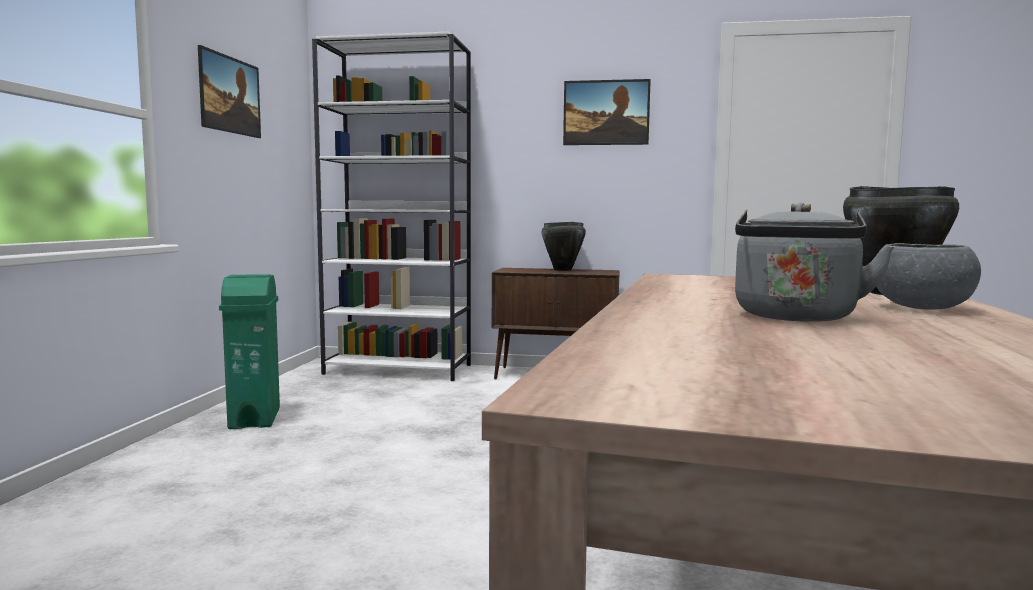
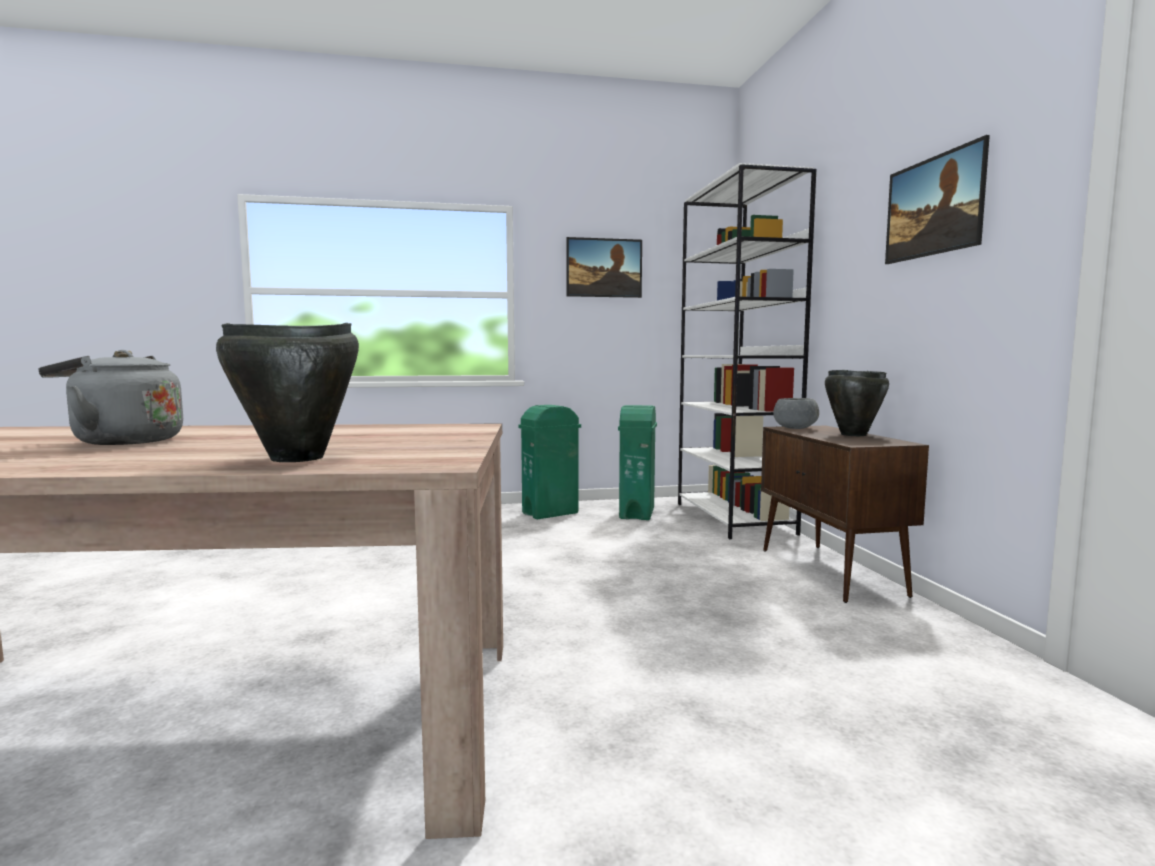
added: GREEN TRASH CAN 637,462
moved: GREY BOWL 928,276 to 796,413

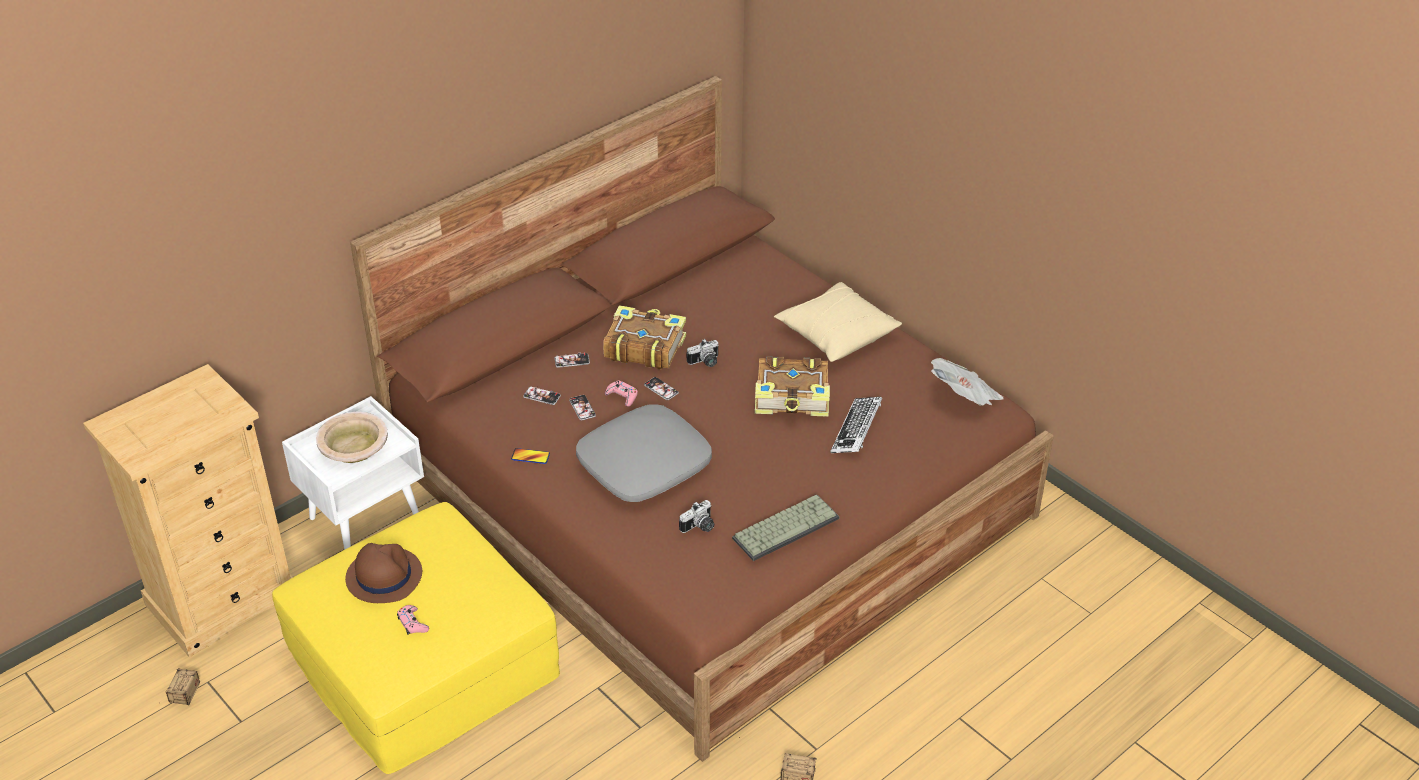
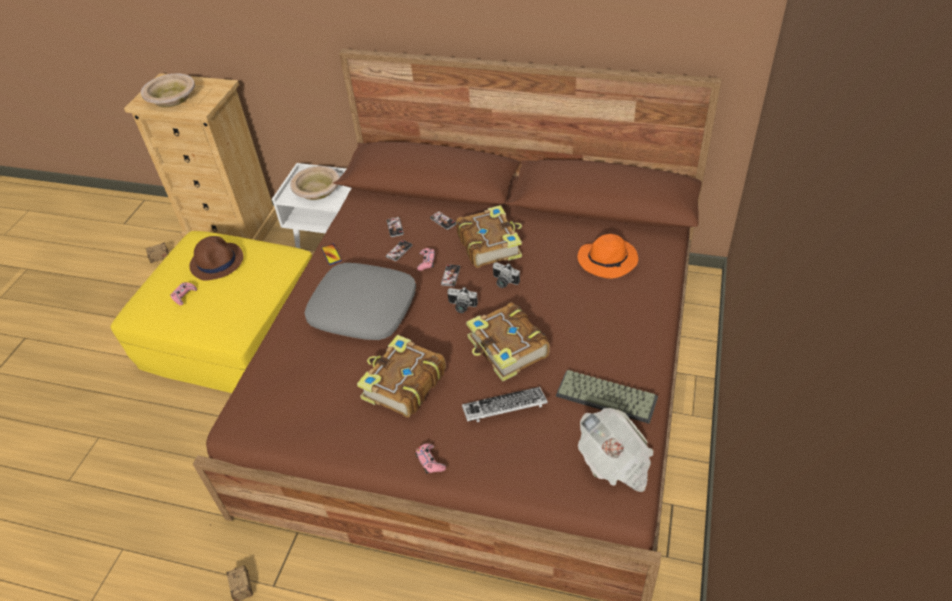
removed: BEIGE PILLOW 838,322
added: BEIGE BOWL 168,90; BOOK 401,376; PINK GAME CONTROLLER 431,458; ORANGE HAT 608,256
moved: PHOTO CAMERA 696,516 to 462,300; KEYBOARD 786,528 to 607,397

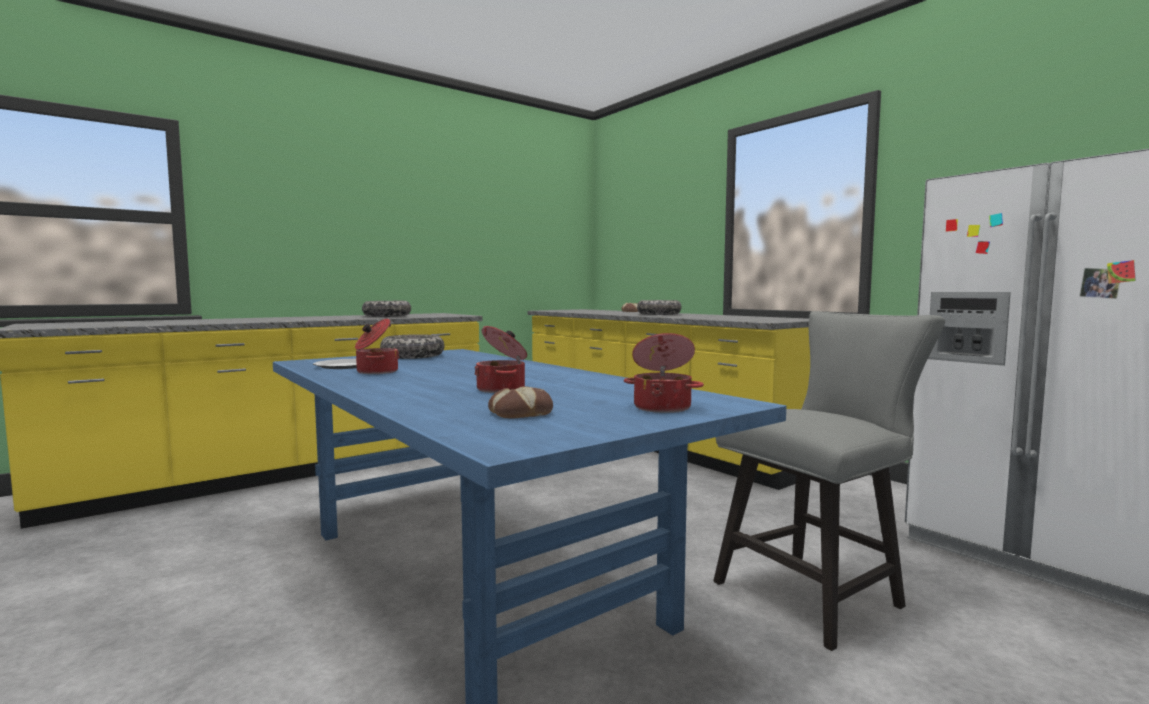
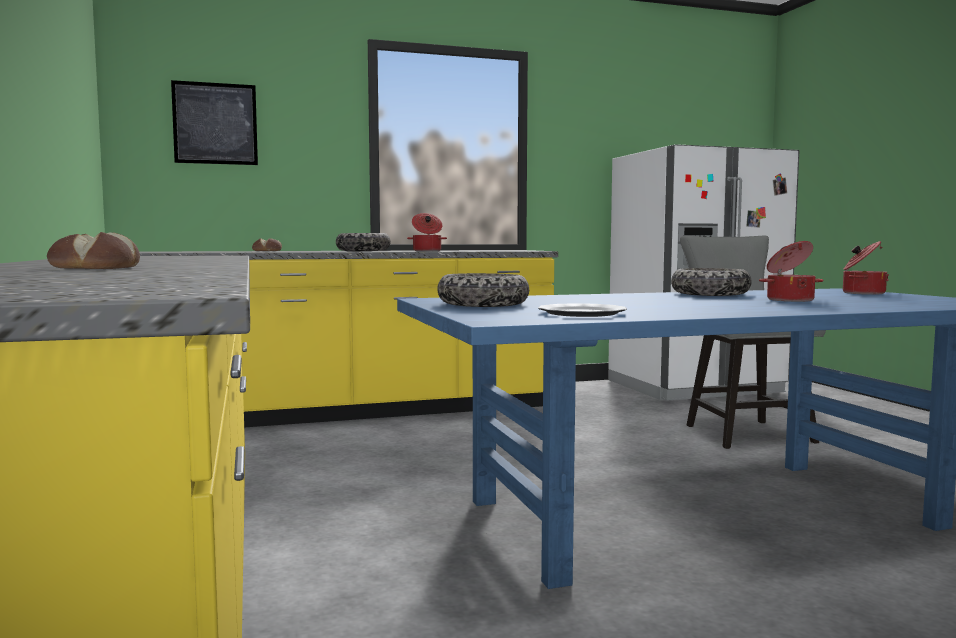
added: PICTURE 214,122
moved: COOKING POT 377,346 to 427,232; BOWL 386,309 to 711,282; BREAD 520,402 to 93,250

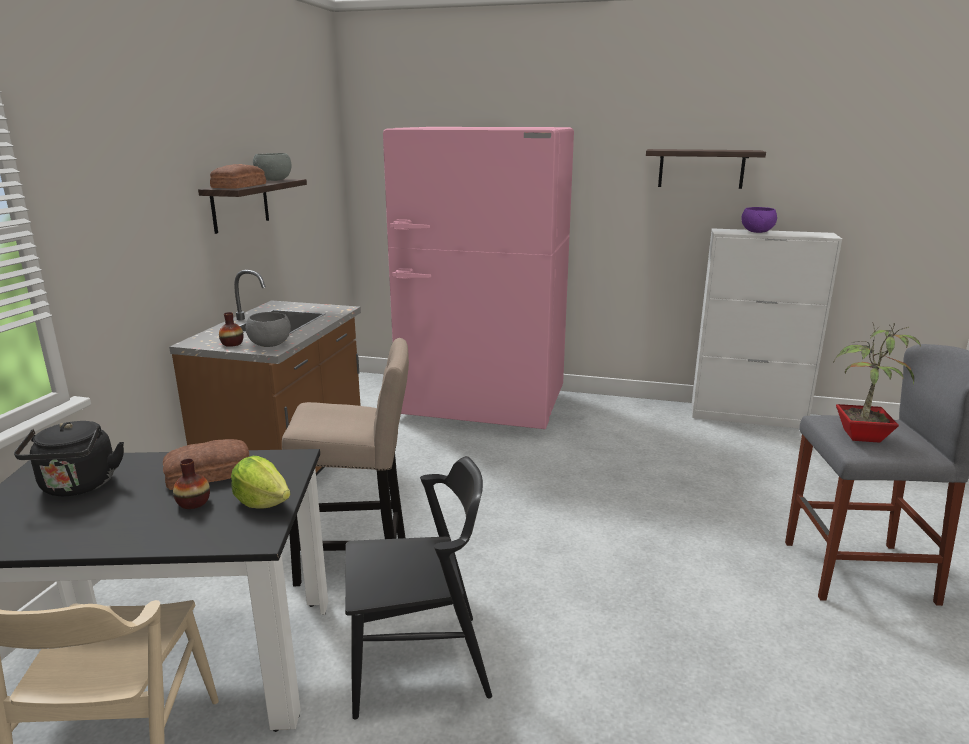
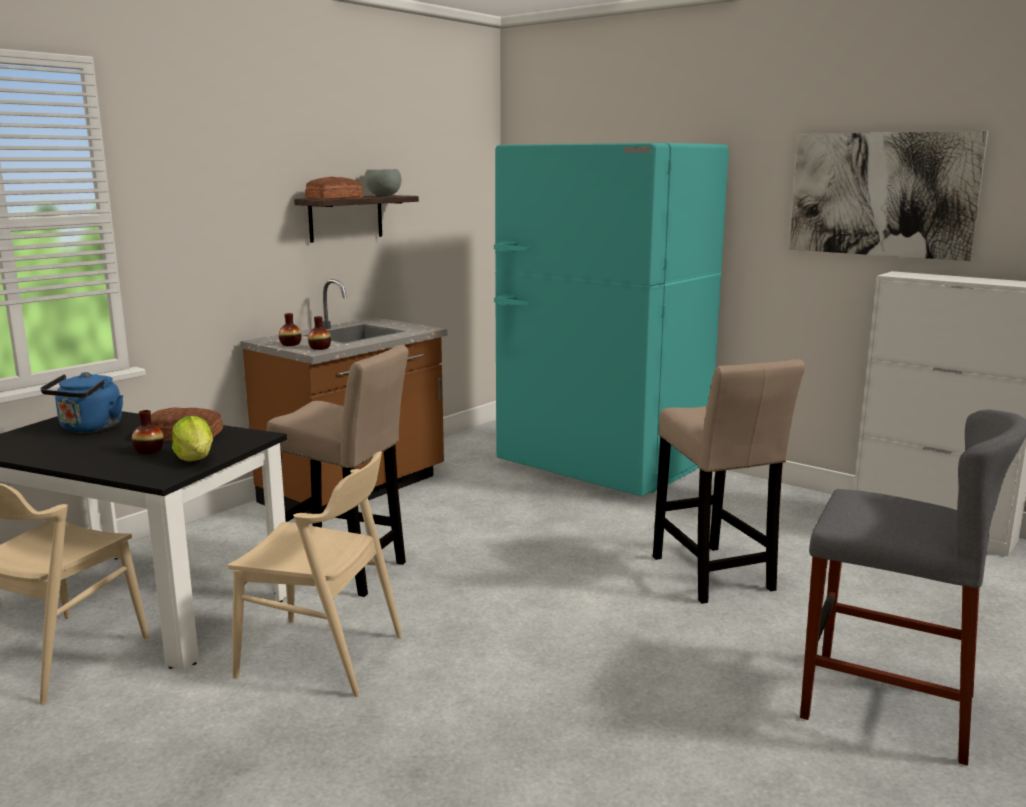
removed: PURPLE BOWL 759,220; POTTED PLANT 877,382
added: BEIGE STOOL 729,481
replaced: GREY BOWL 268,329 to VASE 319,333; SHELF 706,169 to PICTURE 888,196
recoloured: BLACK KETTLE 69,458 to BLUE KETTLE 81,402; BLACK CHAIR 418,588 to BEIGE CHAIR 315,574; PINK FRIDGE 478,278 to TURQUOISE FRIDGE 611,319

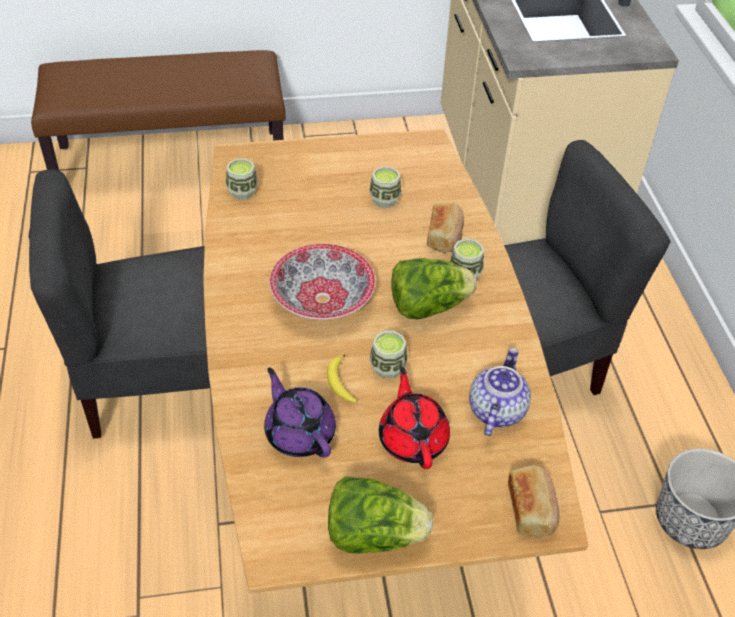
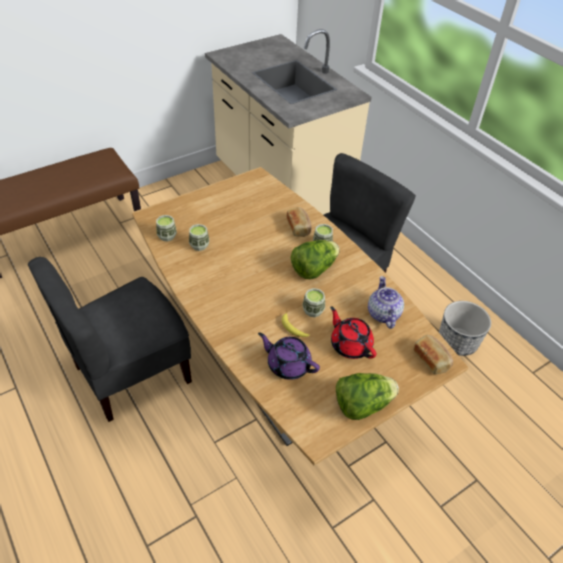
removed: BOWL 322,282
moved: CUP 385,187 to 199,237

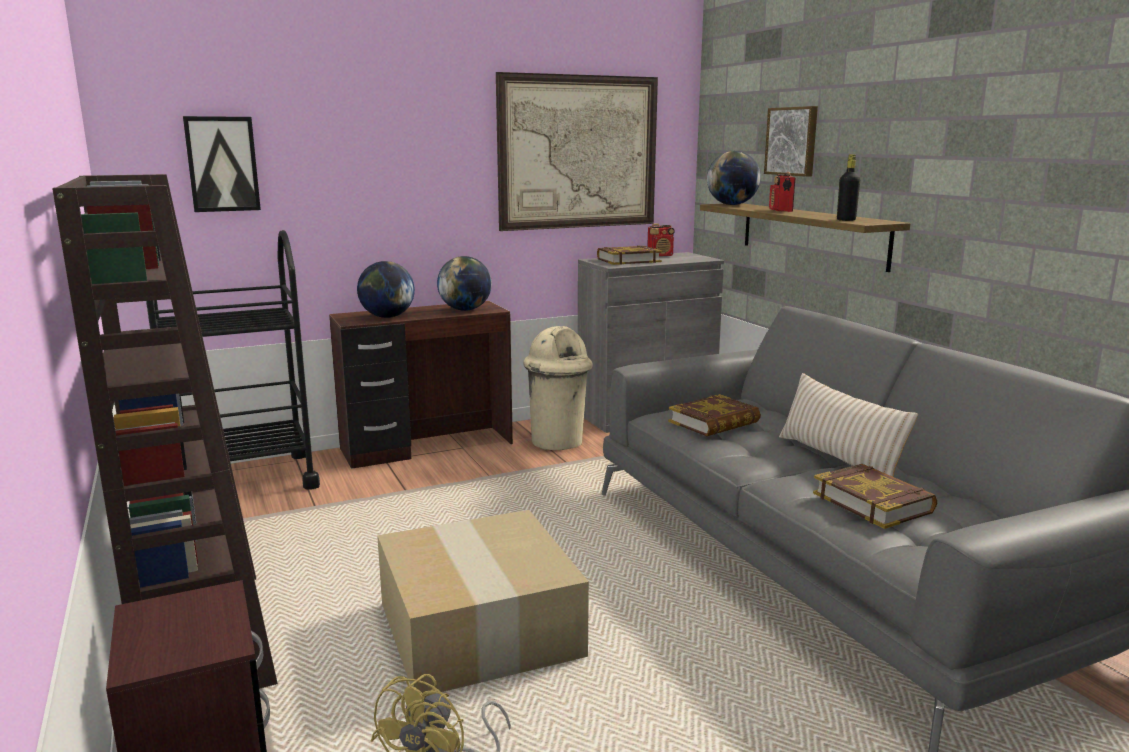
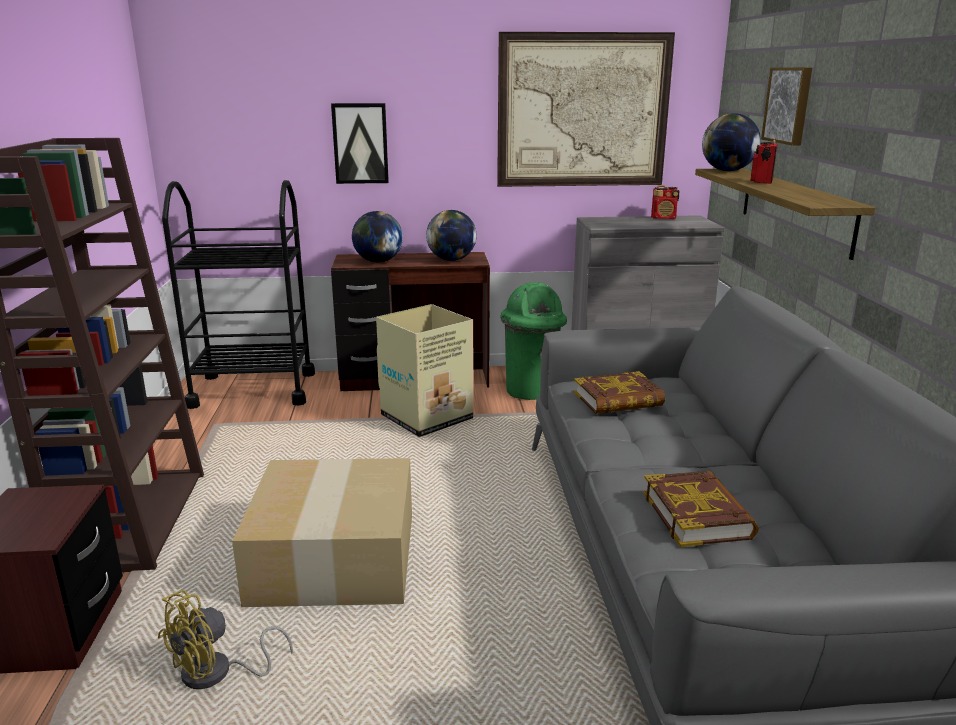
removed: BOOK 629,255; BEIGE PILLOW 848,425; BLACK BOTTLE 848,187
added: CARDBOARD BOX 424,370
moved: PICTURE 222,164 to 360,143
recoloured: BEIGE TRASH CAN 558,388 to GREEN TRASH CAN 534,341

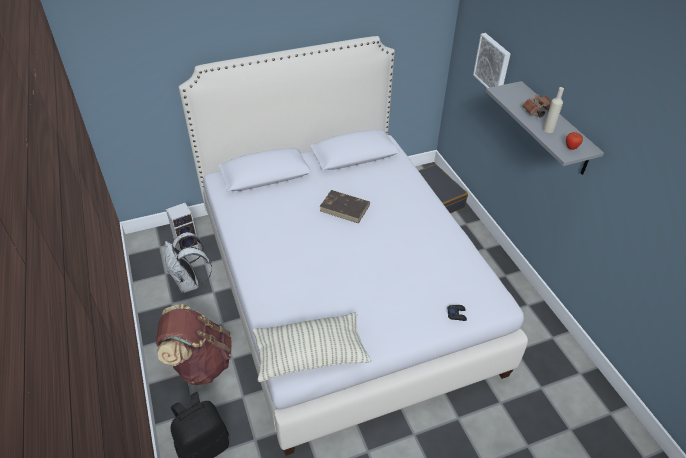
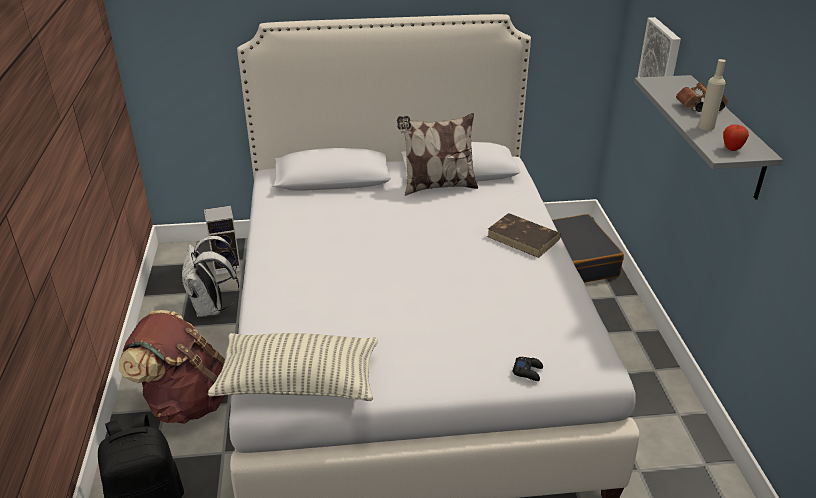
added: PILLOW 437,154
moved: BROWN BOOK 345,207 to 524,235

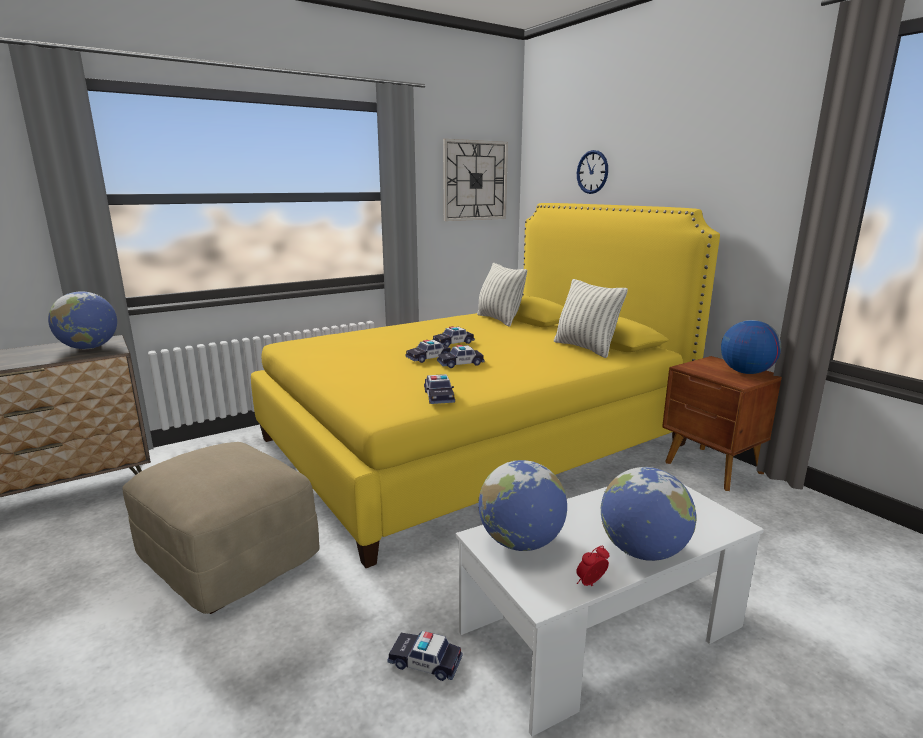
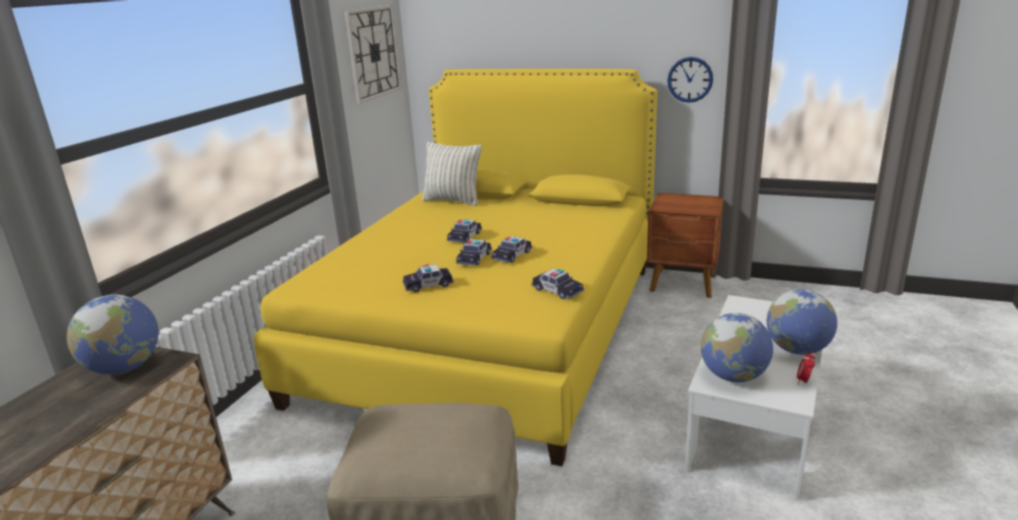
removed: PILLOW 591,318; GLOBE 751,347
moved: TOY CAR 425,656 to 428,278; WALL CLOCK 592,172 to 690,80

